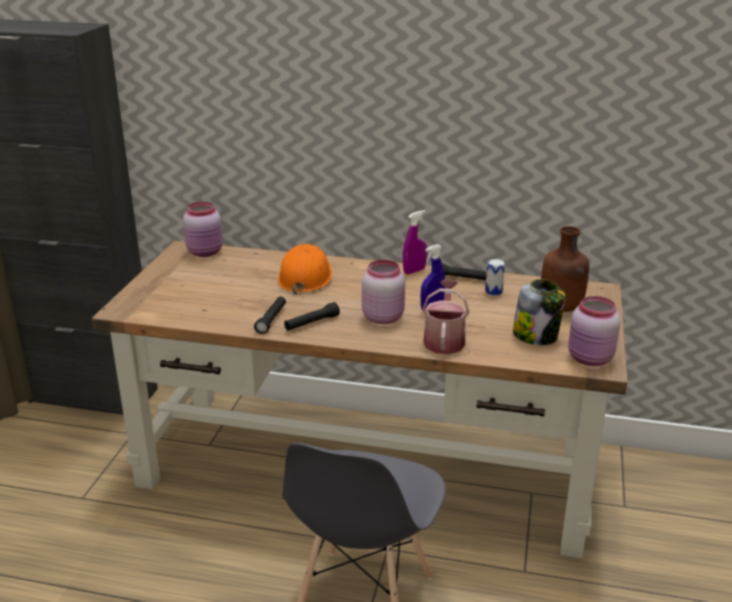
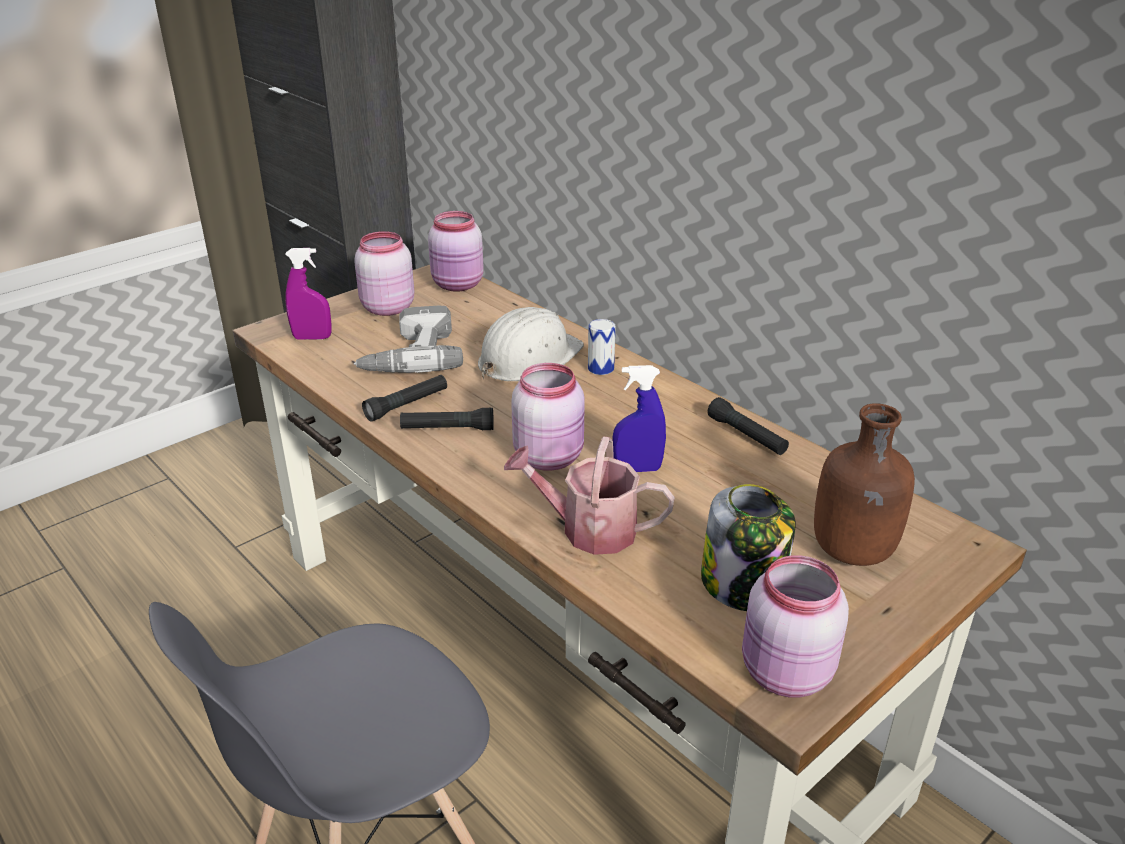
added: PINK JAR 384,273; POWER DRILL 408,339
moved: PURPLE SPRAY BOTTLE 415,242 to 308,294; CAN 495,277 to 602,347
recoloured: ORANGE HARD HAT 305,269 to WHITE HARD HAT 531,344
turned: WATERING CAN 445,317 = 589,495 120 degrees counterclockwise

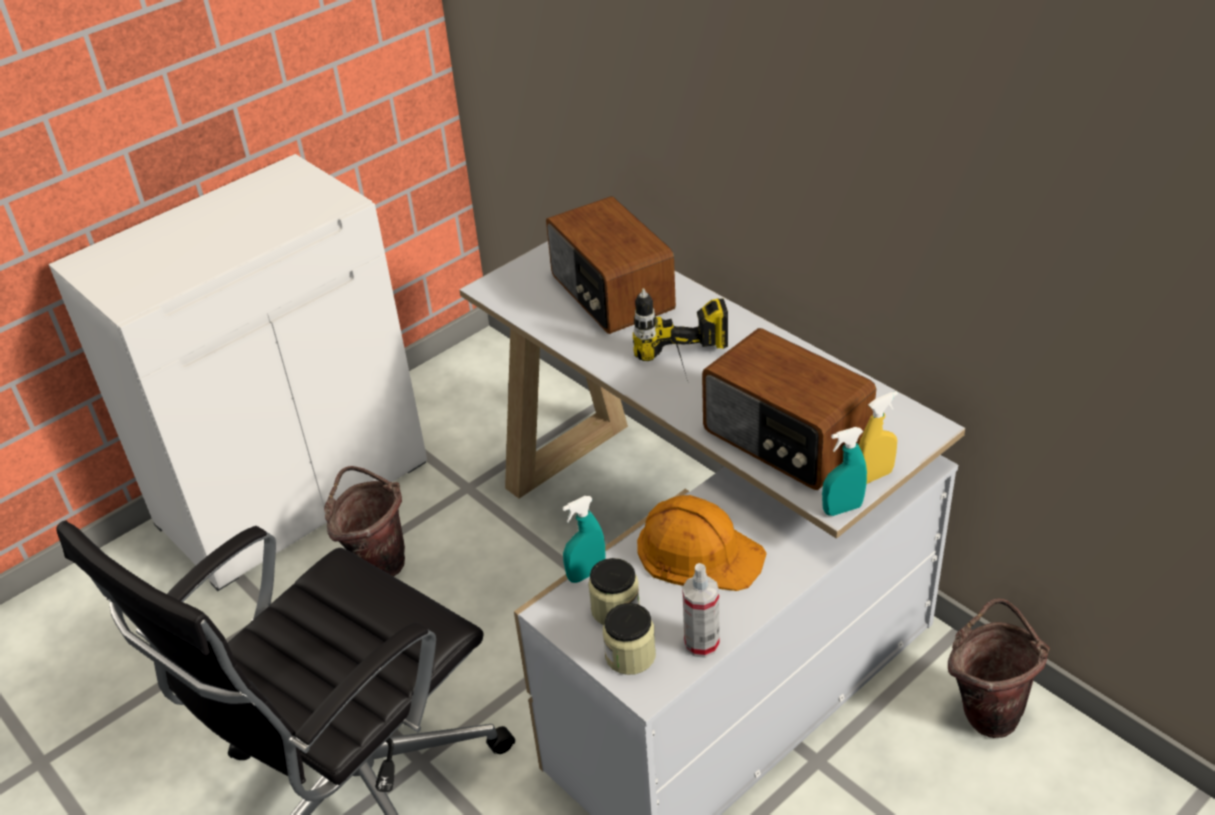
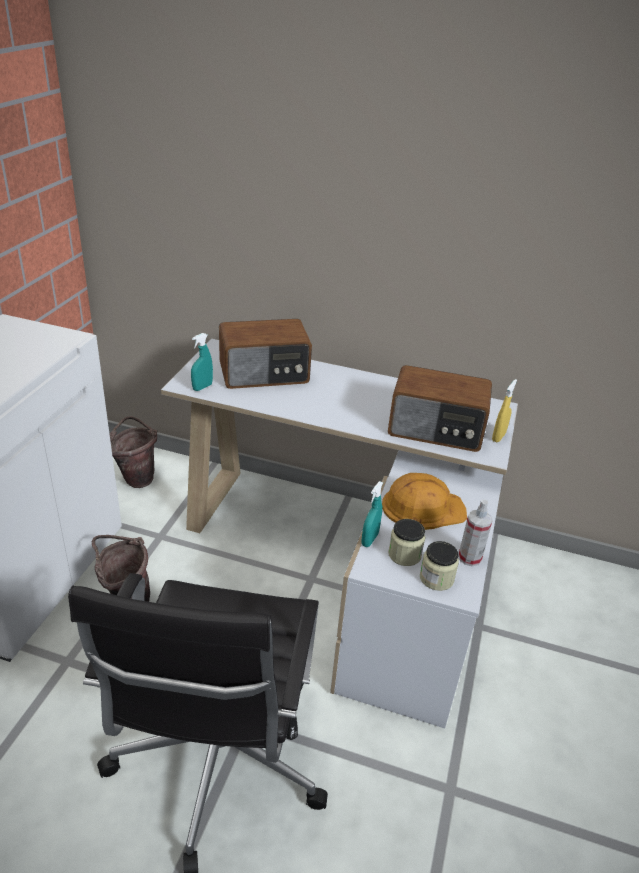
removed: POWER DRILL 680,334
moved: TURQUOISE SPRAY BOTTLE 844,471 to 202,362; BROWN BUCKET 999,668 to 133,452
turned: RADIO 611,265 = 265,354 45 degrees counterclockwise

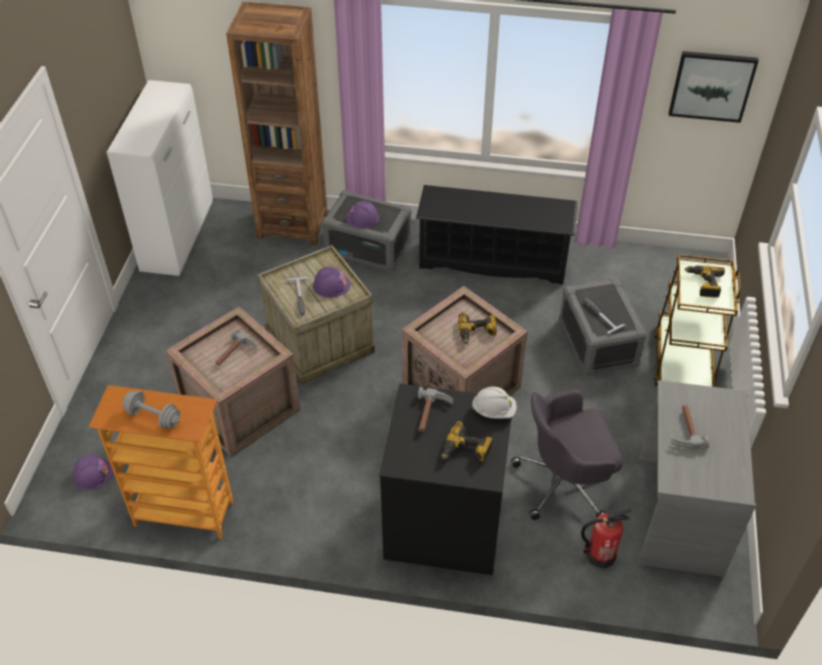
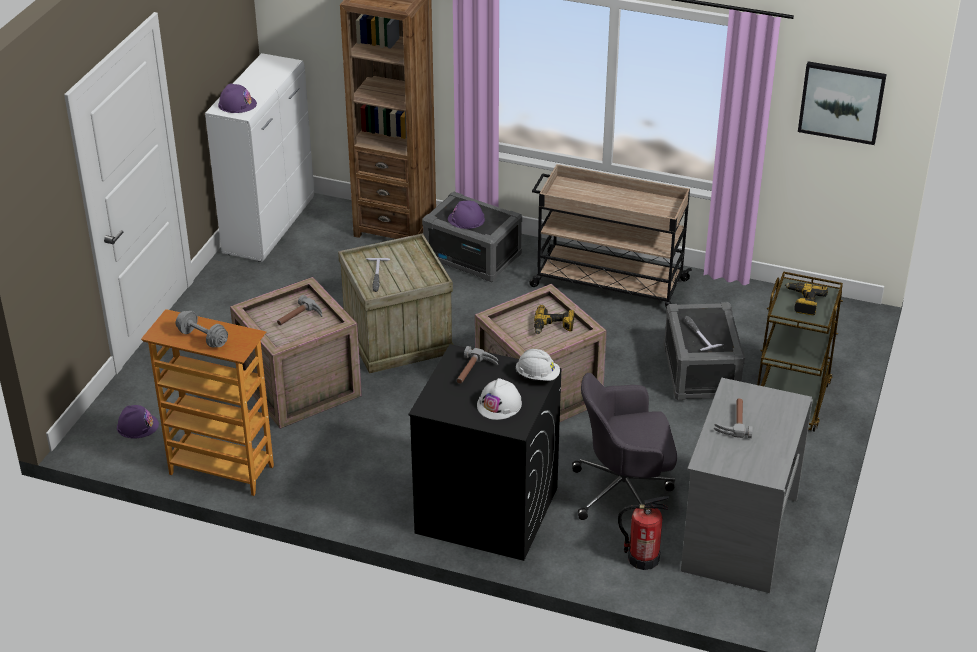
moved: PURPLE HARD HAT 332,282 to 237,98
replaced: BLACK SHOE RACK 496,235 to BEIGE CART 610,236; POWER DRILL 467,441 to WHITE HARD HAT 499,399

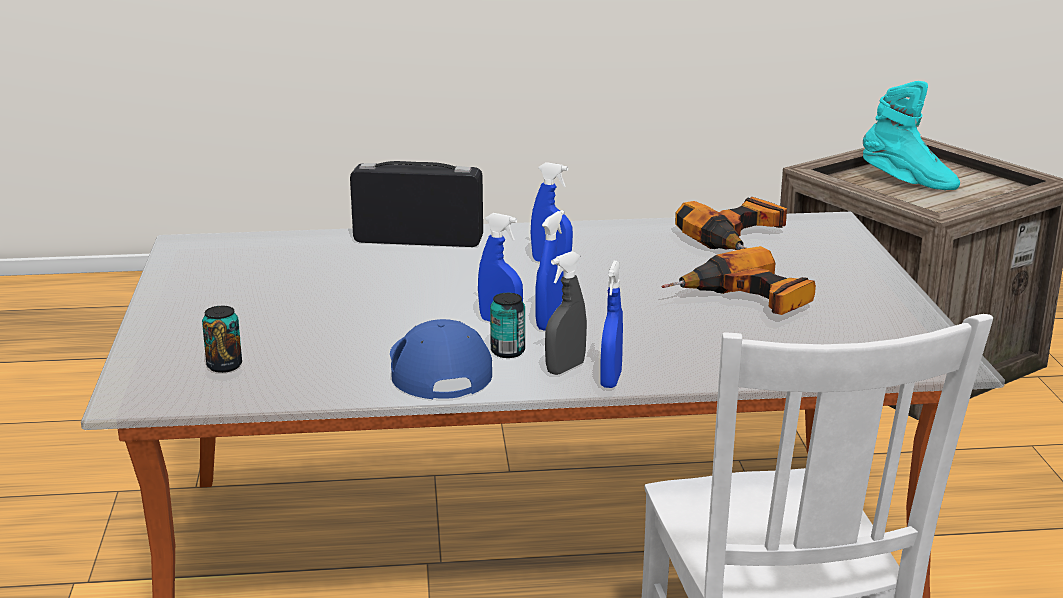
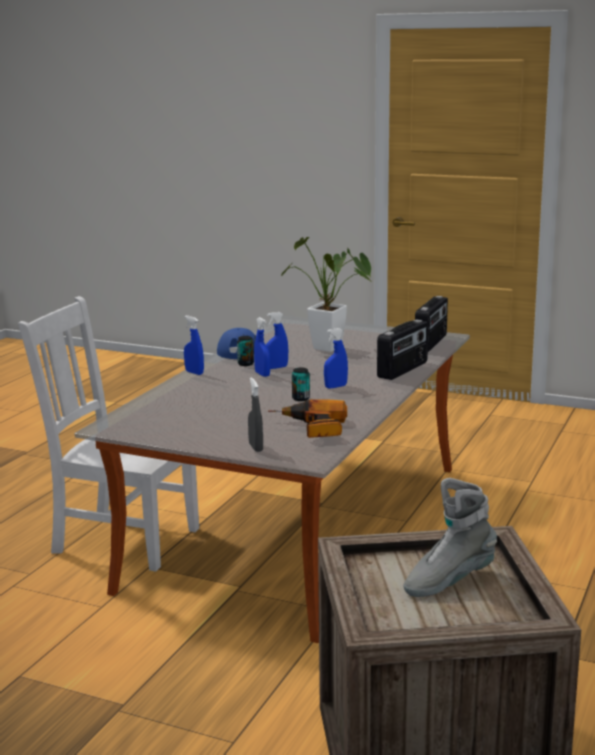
removed: POWER DRILL 739,280
added: POTTED PLANT 327,294; RADIO 431,324
moved: CAN 222,339 to 301,384; GREY SPRAY BOTTLE 566,313 to 255,414
recoloured: TURQUOISE BOOT 911,135 to GREY BOOT 450,537

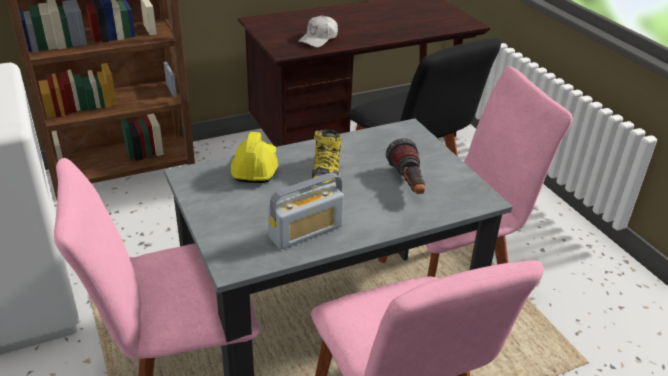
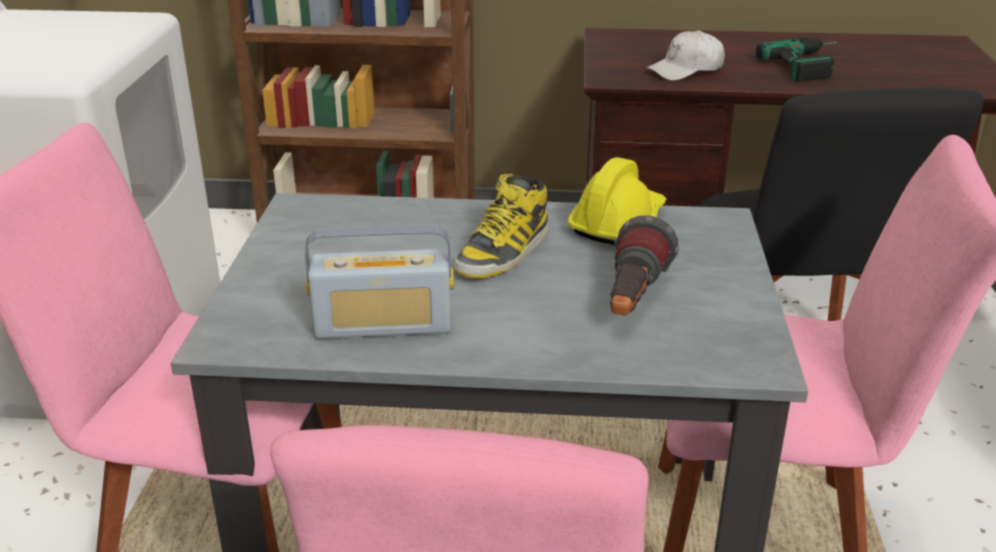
added: POWER DRILL 796,60
moved: YELLOW HARD HAT 254,157 to 616,201

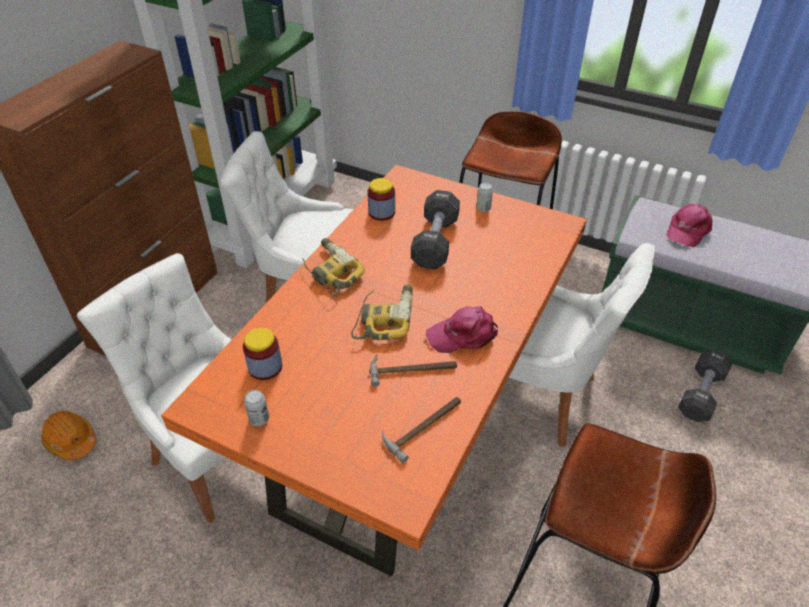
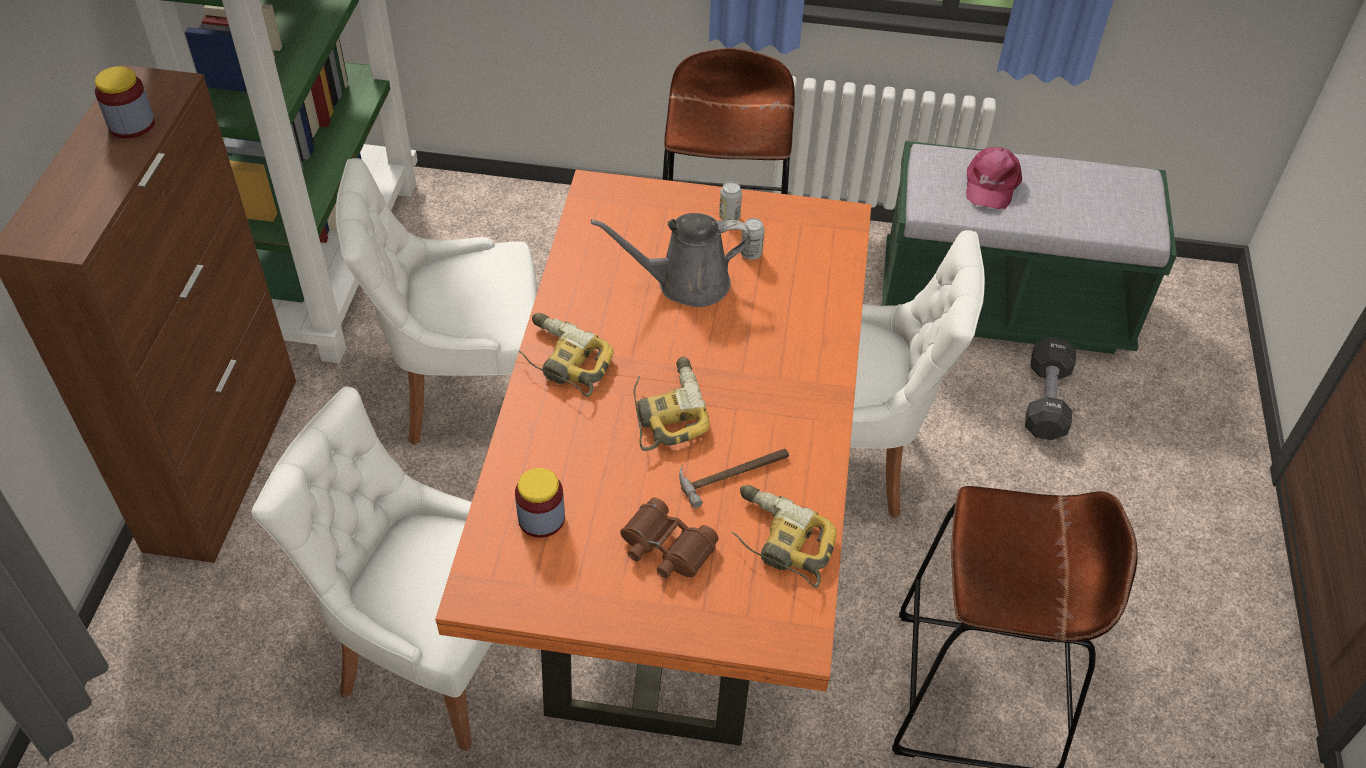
removed: ORANGE HARD HAT 68,435; PINK CAP 462,329
added: BROWN BINOCULARS 669,537
moved: CAN 256,408 to 752,239; JAR 381,199 to 125,102
replaced: HAMMER 421,430 to POWER DRILL 784,536; BLACK DUMBBELL 435,229 to GREY WATERING CAN 671,260

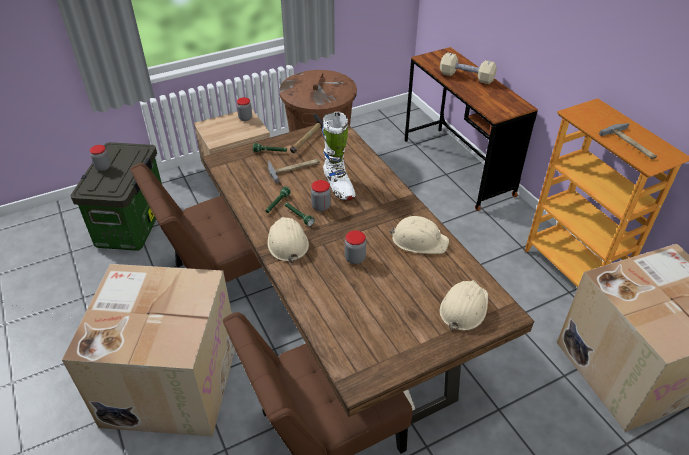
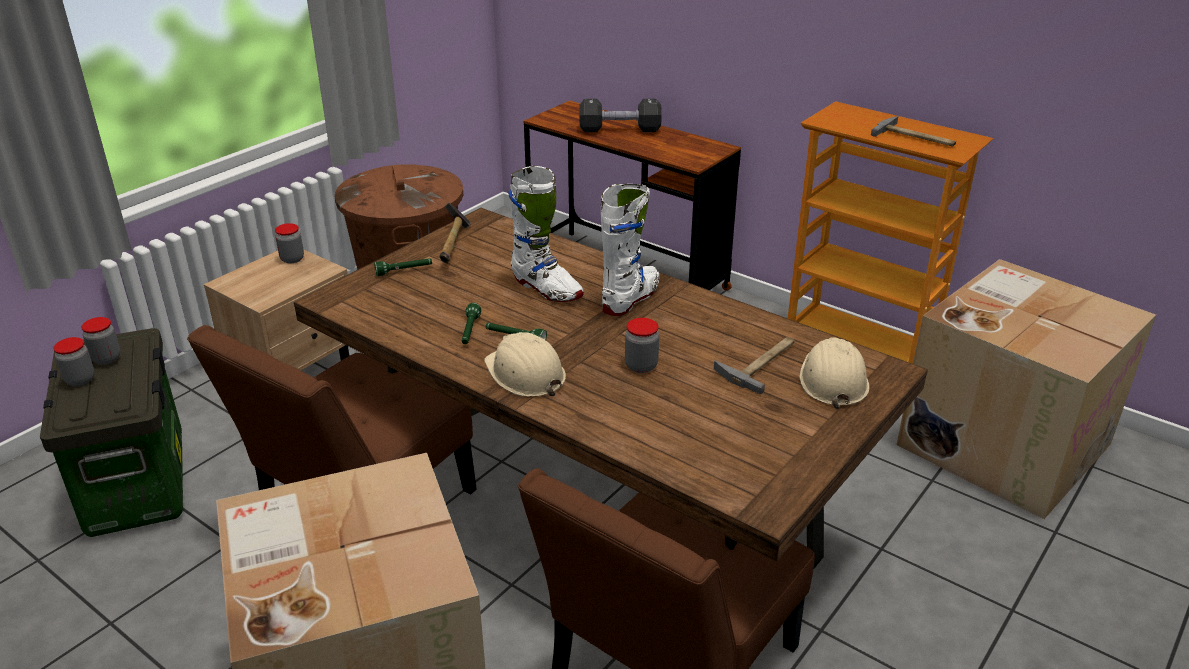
removed: BEIGE HARD HAT 419,235
added: WHITE BOOT 630,250
moved: HAMMER 294,171 to 754,366; JAR 321,195 to 100,341
recoloured: BEIGE DUMBBELL 468,68 to BLACK DUMBBELL 621,115

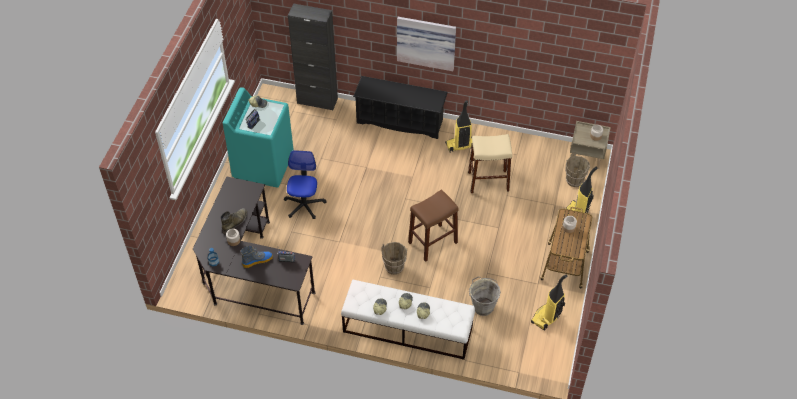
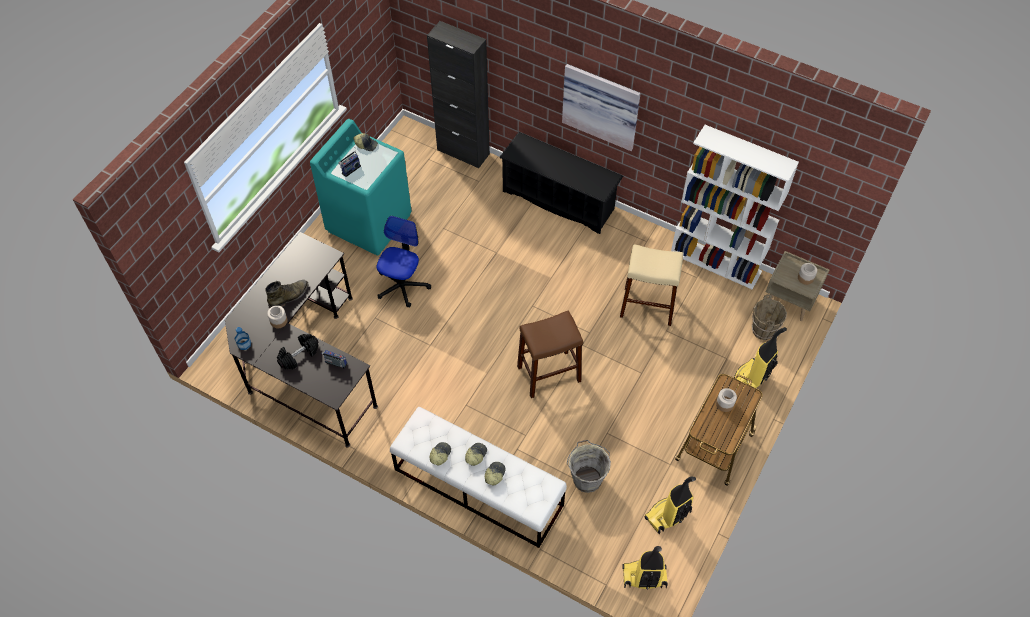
removed: BROWN BUCKET 394,258
added: WHITE BOOKCASE 735,207
moved: VACUUM CLEANER 458,126 to 645,568
replaced: BOOT 257,257 to BLACK DUMBBELL 298,352

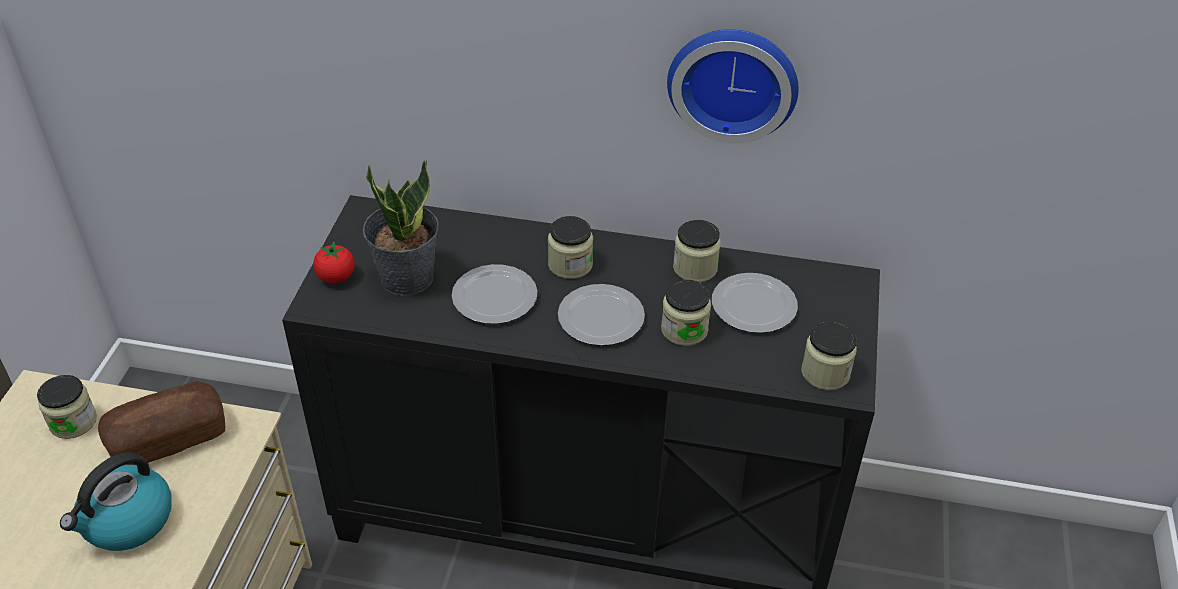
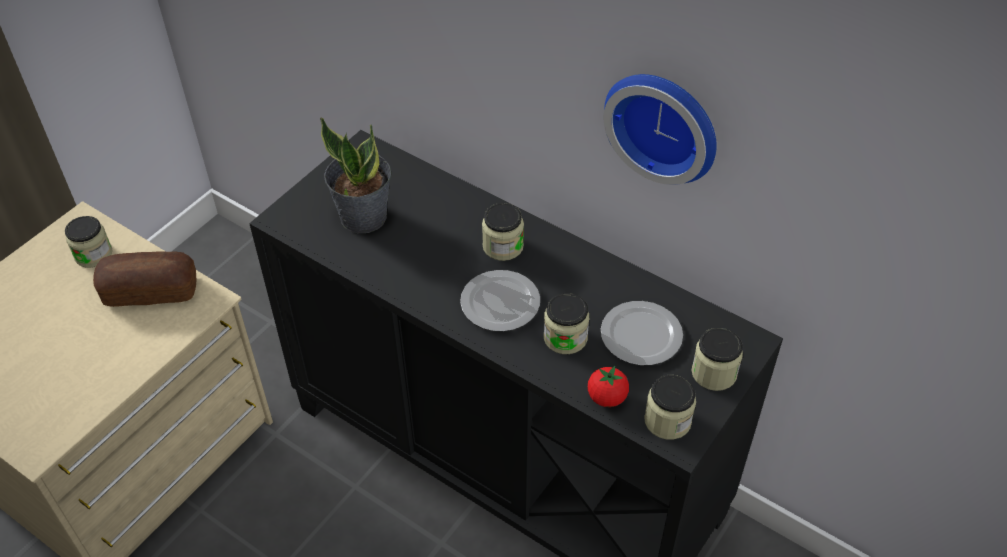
removed: KETTLE 116,501; PLATE 494,294
moved: TOMATO 334,262 to 608,386; JAR 697,251 to 717,359

